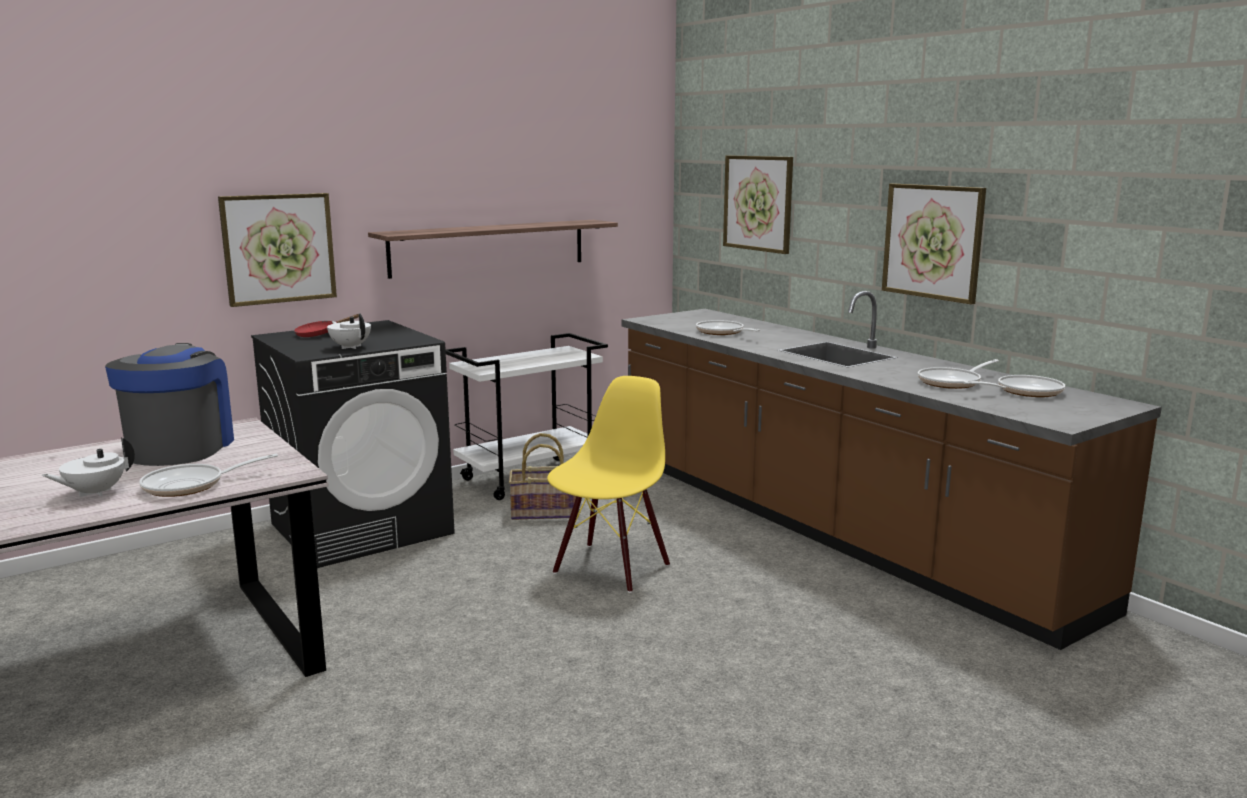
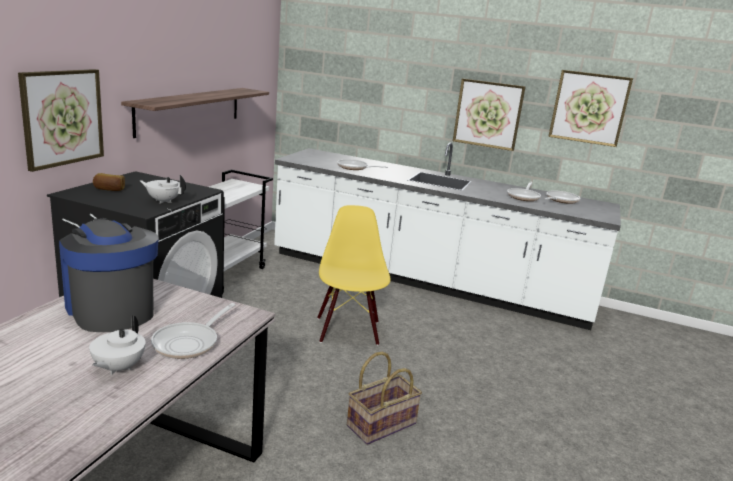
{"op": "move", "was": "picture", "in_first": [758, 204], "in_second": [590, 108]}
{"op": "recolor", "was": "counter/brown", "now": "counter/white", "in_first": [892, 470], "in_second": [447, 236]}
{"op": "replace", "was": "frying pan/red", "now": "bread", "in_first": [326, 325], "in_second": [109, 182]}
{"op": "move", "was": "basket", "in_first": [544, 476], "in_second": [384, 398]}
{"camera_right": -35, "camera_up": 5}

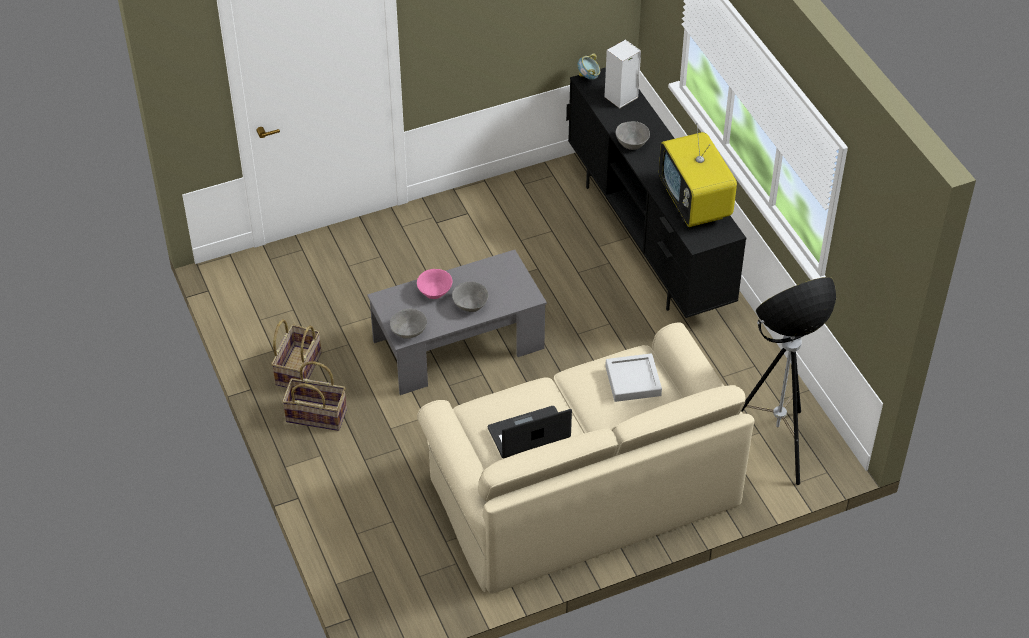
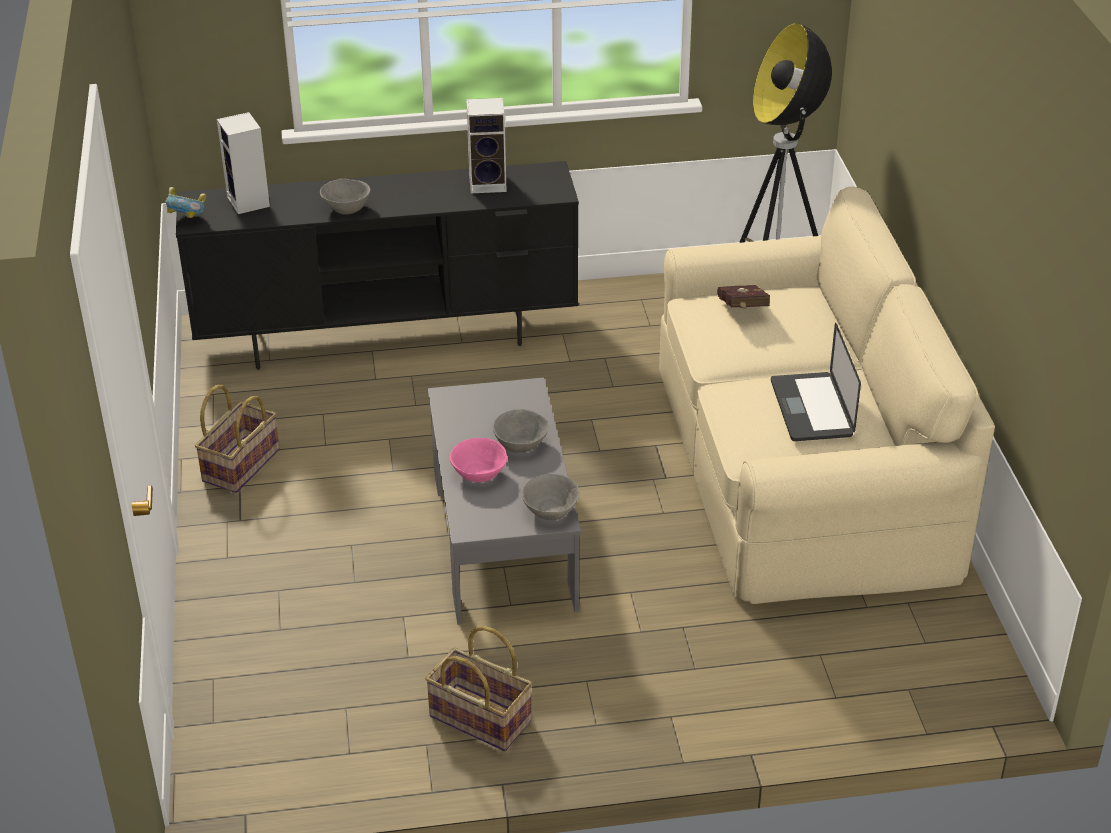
{"op": "replace", "was": "television", "now": "speaker", "in_first": [698, 175], "in_second": [486, 146]}
{"op": "replace", "was": "tray/grey", "now": "book/red", "in_first": [633, 377], "in_second": [743, 297]}
{"op": "move", "was": "basket", "in_first": [314, 396], "in_second": [237, 439]}
{"camera_right": -75, "camera_up": -10}

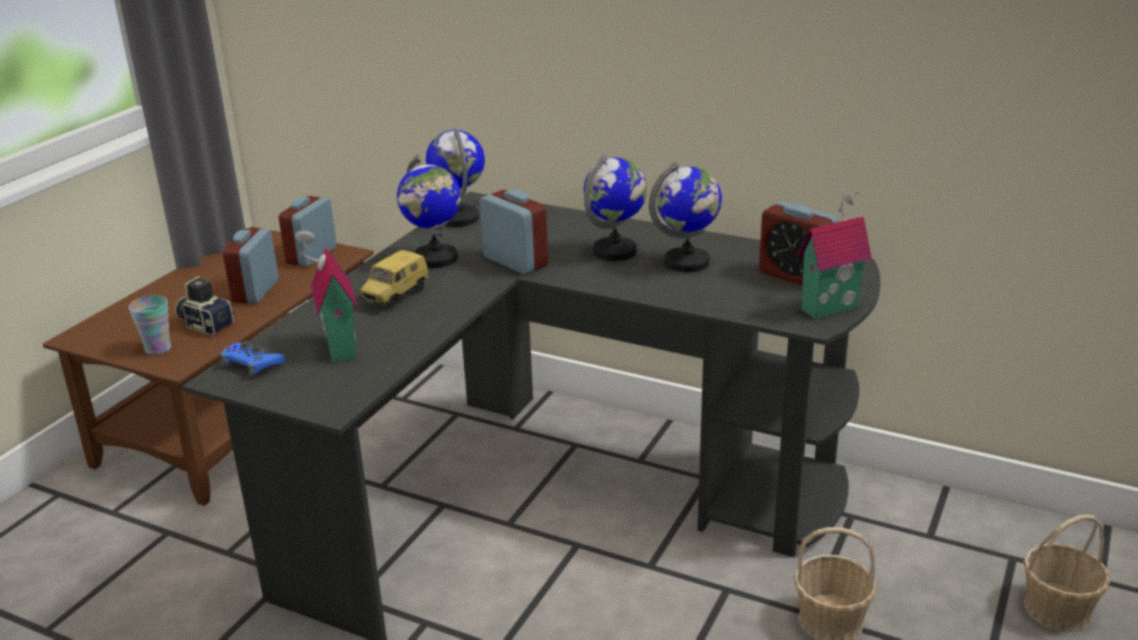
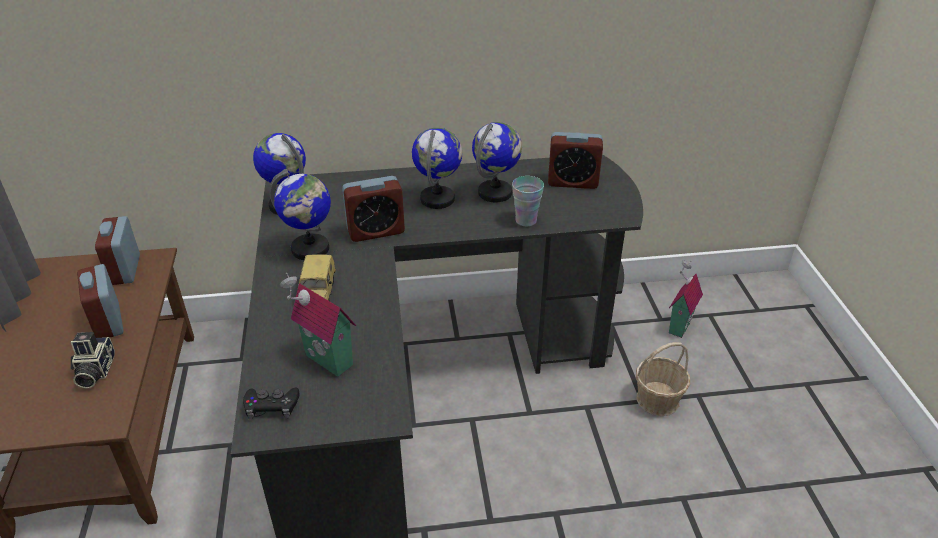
{"op": "move", "was": "toy house", "in_first": [834, 253], "in_second": [686, 299]}
{"op": "rotate", "was": "alarm clock", "in_first": [514, 231], "in_second": [373, 209], "clockwise": 150}
{"op": "rotate", "was": "photo camera", "in_first": [205, 305], "in_second": [93, 360], "clockwise": -90}
{"op": "move", "was": "cup", "in_first": [149, 325], "in_second": [528, 201]}
{"op": "recolor", "was": "game controller/blue", "now": "game controller/black", "in_first": [252, 358], "in_second": [271, 403]}
{"op": "delete", "was": "basket", "in_first": [1066, 573]}
{"camera_right": -35, "camera_up": 10}

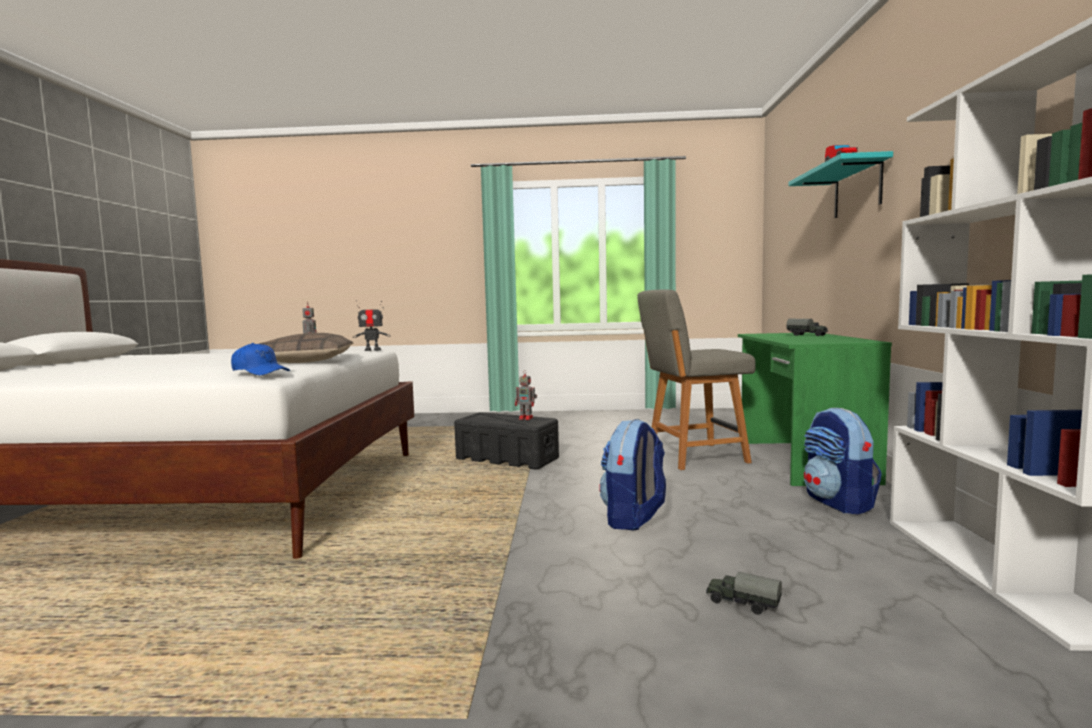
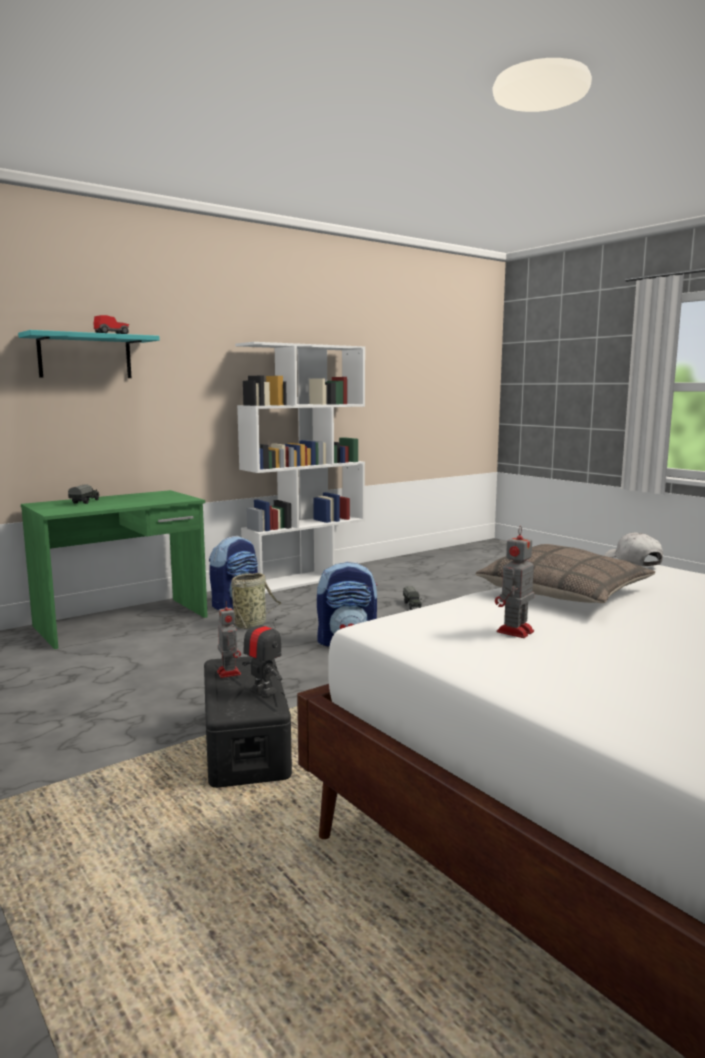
{"op": "delete", "was": "chair/grey", "in_first": [697, 379]}
{"op": "move", "was": "toy robot", "in_first": [372, 325], "in_second": [262, 654]}
{"op": "recolor", "was": "cap/blue", "now": "cap/white", "in_first": [260, 359], "in_second": [633, 549]}
{"op": "insert", "now": "basket", "in_second": [256, 601]}
{"camera_right": -130, "camera_up": 5}

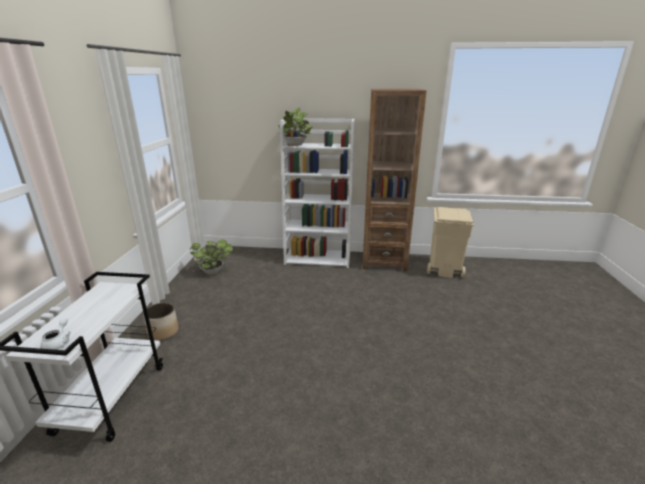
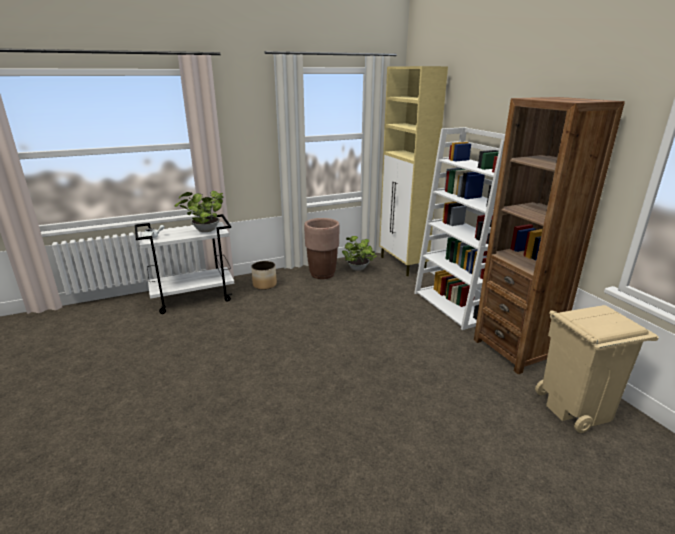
{"op": "move", "was": "potted plant", "in_first": [296, 126], "in_second": [199, 211]}
{"op": "insert", "now": "cabinet/beige", "in_second": [413, 171]}
{"op": "insert", "now": "planter/brown", "in_second": [322, 248]}
{"camera_right": 60, "camera_up": 0}

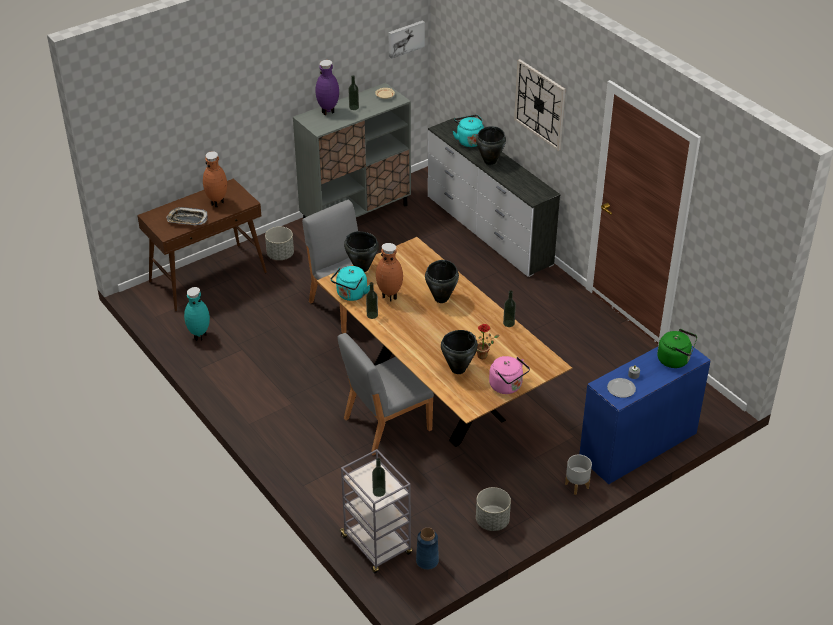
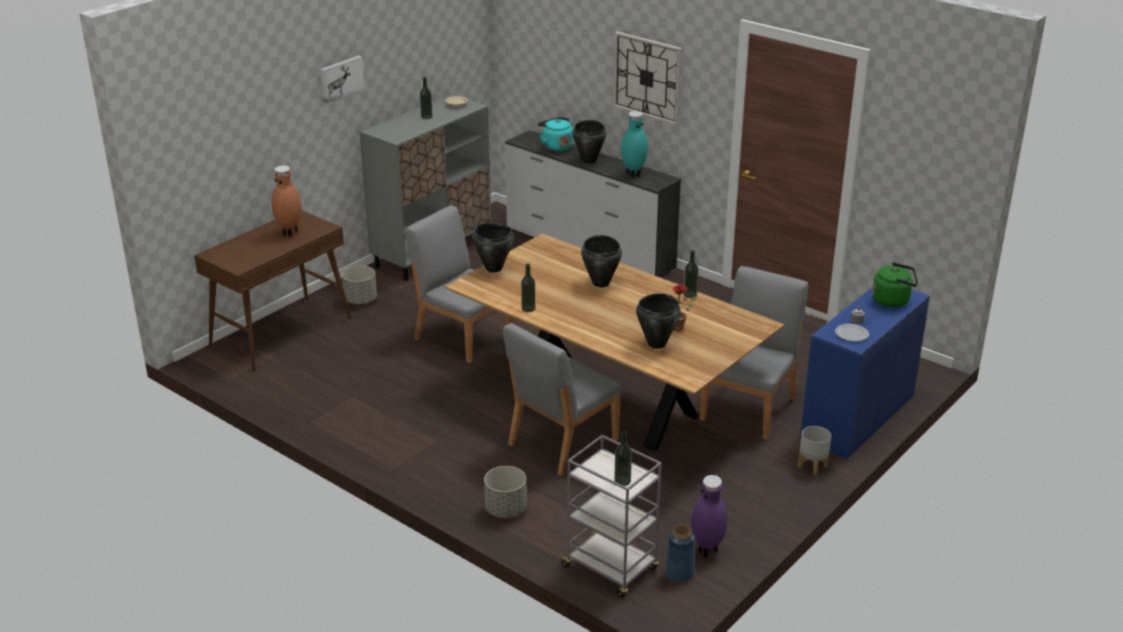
{"op": "move", "was": "picture", "in_first": [406, 39], "in_second": [342, 80]}
{"op": "move", "was": "vase/purple", "in_first": [327, 87], "in_second": [709, 516]}
{"op": "delete", "was": "tray", "in_first": [186, 216]}
{"op": "delete", "was": "vase/brown", "in_first": [389, 272]}
{"op": "delete", "was": "kettle/turquoise", "in_first": [350, 283]}
{"op": "move", "was": "vase/turquoise", "in_first": [197, 314], "in_second": [634, 144]}
{"op": "delete", "was": "kettle/pink", "in_first": [509, 375]}
{"op": "move", "was": "planter/grey", "in_first": [493, 509], "in_second": [505, 492]}
{"op": "insert", "now": "chair/grey", "in_second": [754, 353]}
{"camera_right": -15, "camera_up": -10}

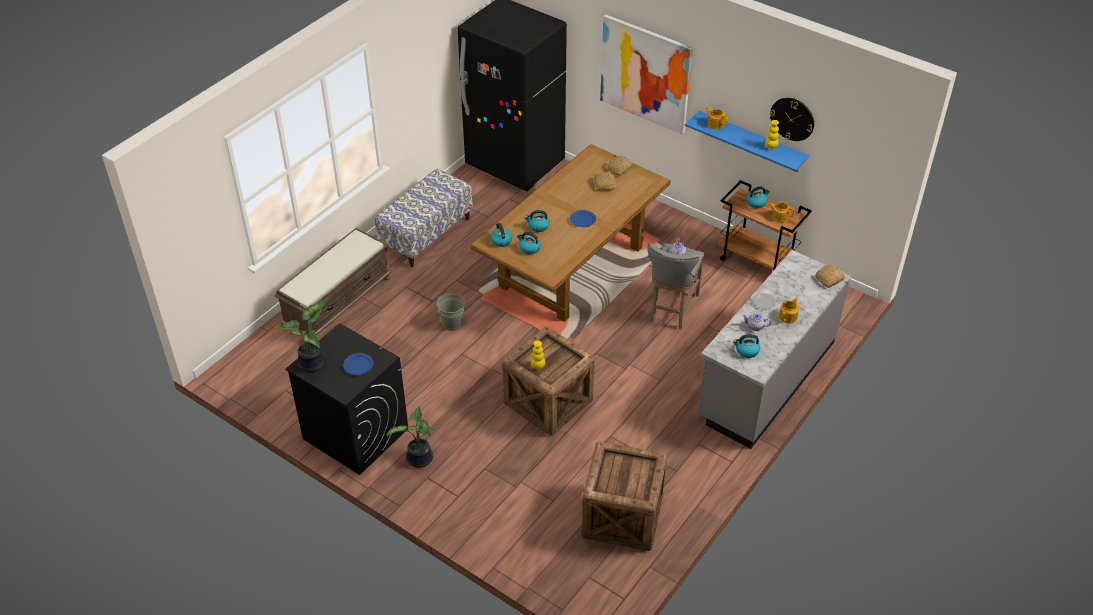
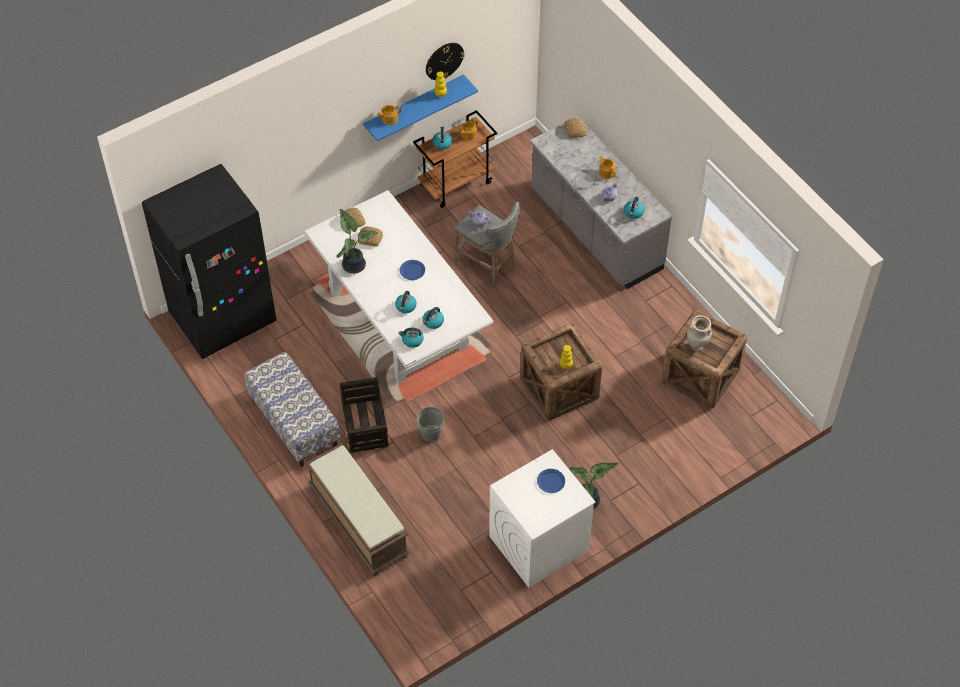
{"op": "delete", "was": "picture", "in_first": [646, 75]}
{"op": "recolor", "was": "dining table/brown", "now": "dining table/white", "in_first": [570, 233], "in_second": [398, 286]}
{"op": "move", "was": "potted plant", "in_first": [303, 335], "in_second": [357, 241]}
{"op": "recolor", "was": "washing machine/black", "now": "washing machine/white", "in_first": [346, 399], "in_second": [542, 518]}
{"op": "insert", "now": "vase/beige", "in_second": [699, 333]}
{"op": "insert", "now": "crate", "in_second": [364, 415]}
{"camera_right": -70, "camera_up": 10}

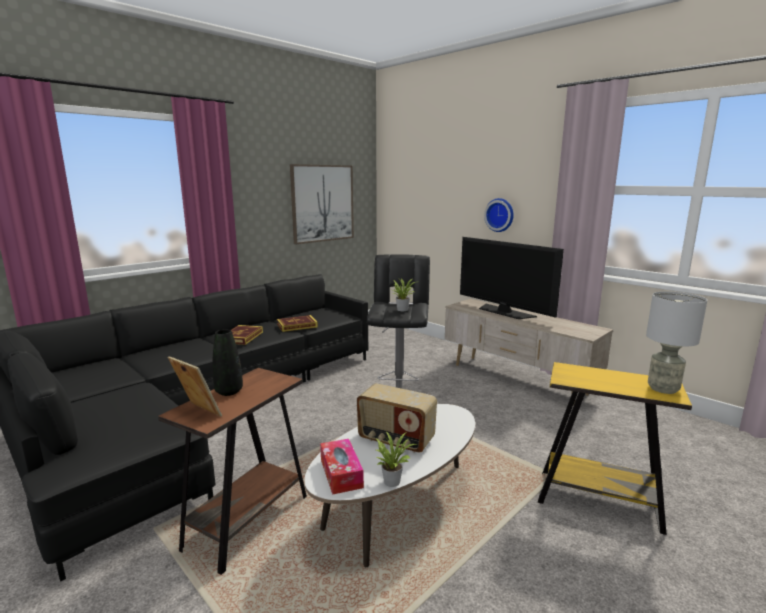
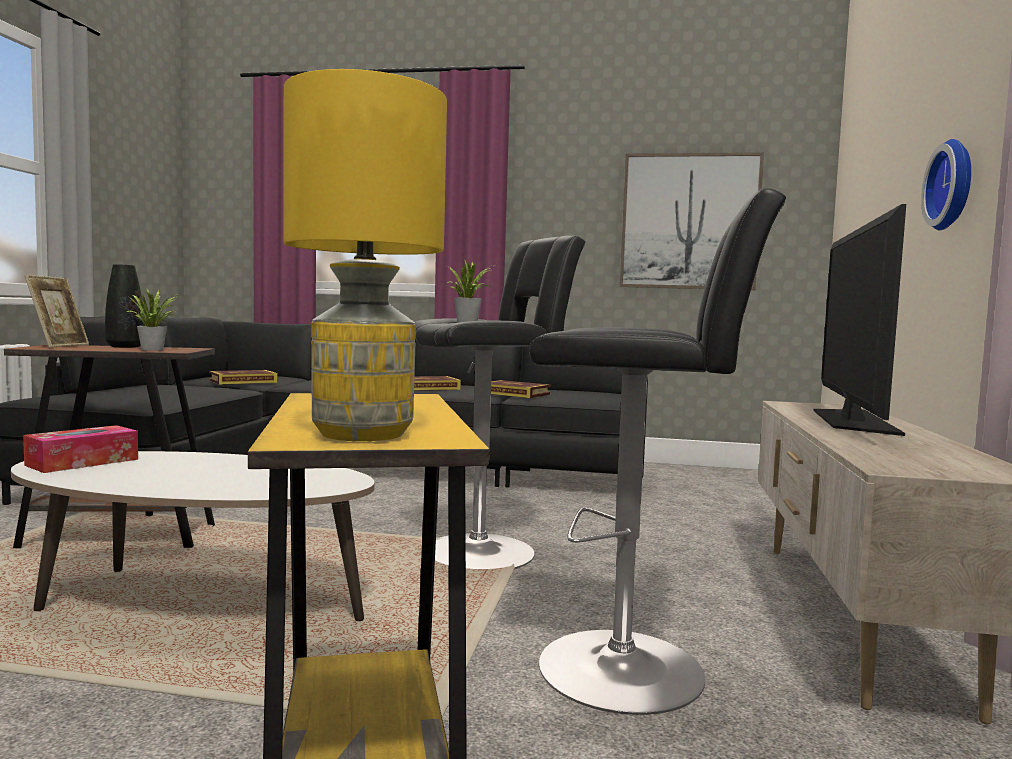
{"op": "recolor", "was": "table lamp/grey", "now": "table lamp/yellow", "in_first": [676, 342], "in_second": [365, 255]}
{"op": "delete", "was": "radio", "in_first": [397, 418]}
{"op": "move", "was": "potted plant", "in_first": [396, 459], "in_second": [154, 320]}
{"op": "insert", "now": "stool/black", "in_second": [657, 451]}
{"op": "insert", "now": "book", "in_second": [243, 377]}
{"camera_right": 55, "camera_up": -10}

